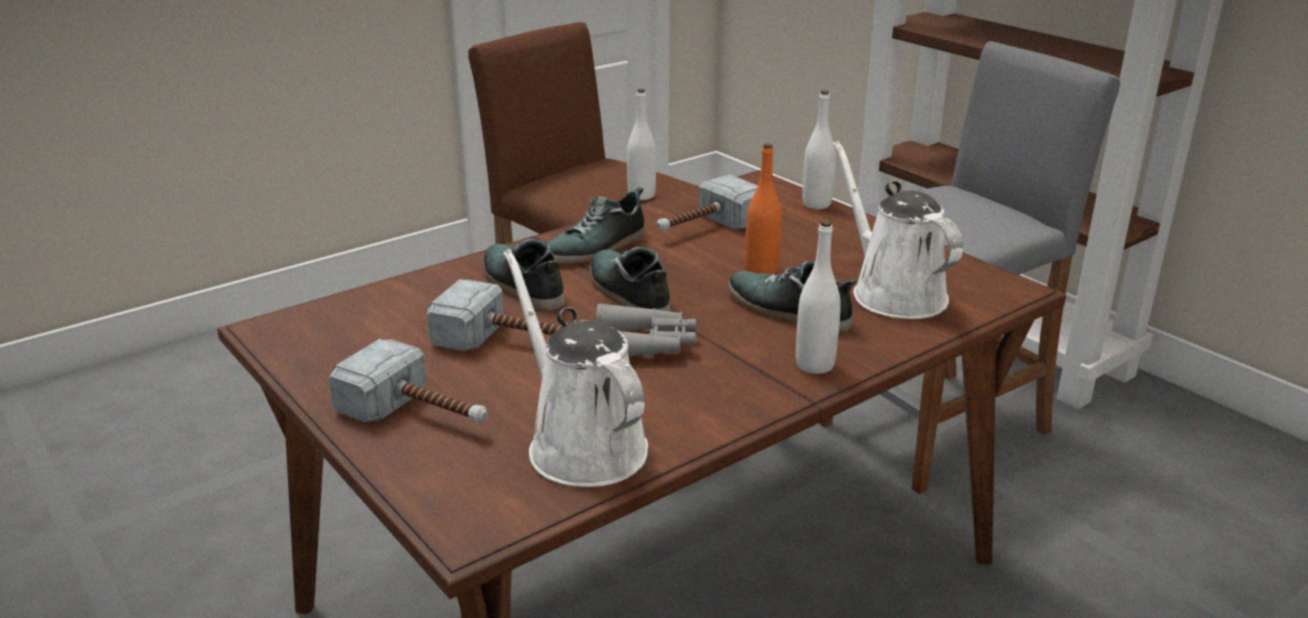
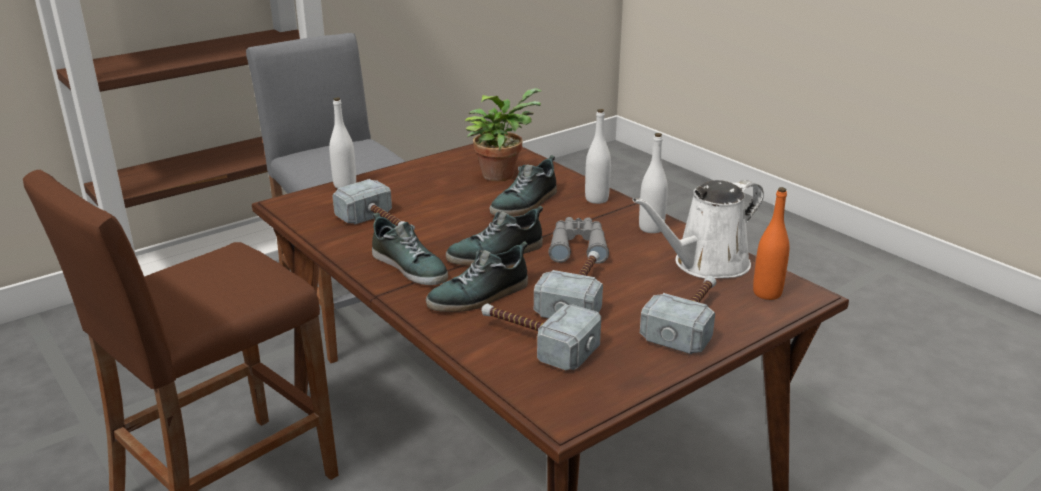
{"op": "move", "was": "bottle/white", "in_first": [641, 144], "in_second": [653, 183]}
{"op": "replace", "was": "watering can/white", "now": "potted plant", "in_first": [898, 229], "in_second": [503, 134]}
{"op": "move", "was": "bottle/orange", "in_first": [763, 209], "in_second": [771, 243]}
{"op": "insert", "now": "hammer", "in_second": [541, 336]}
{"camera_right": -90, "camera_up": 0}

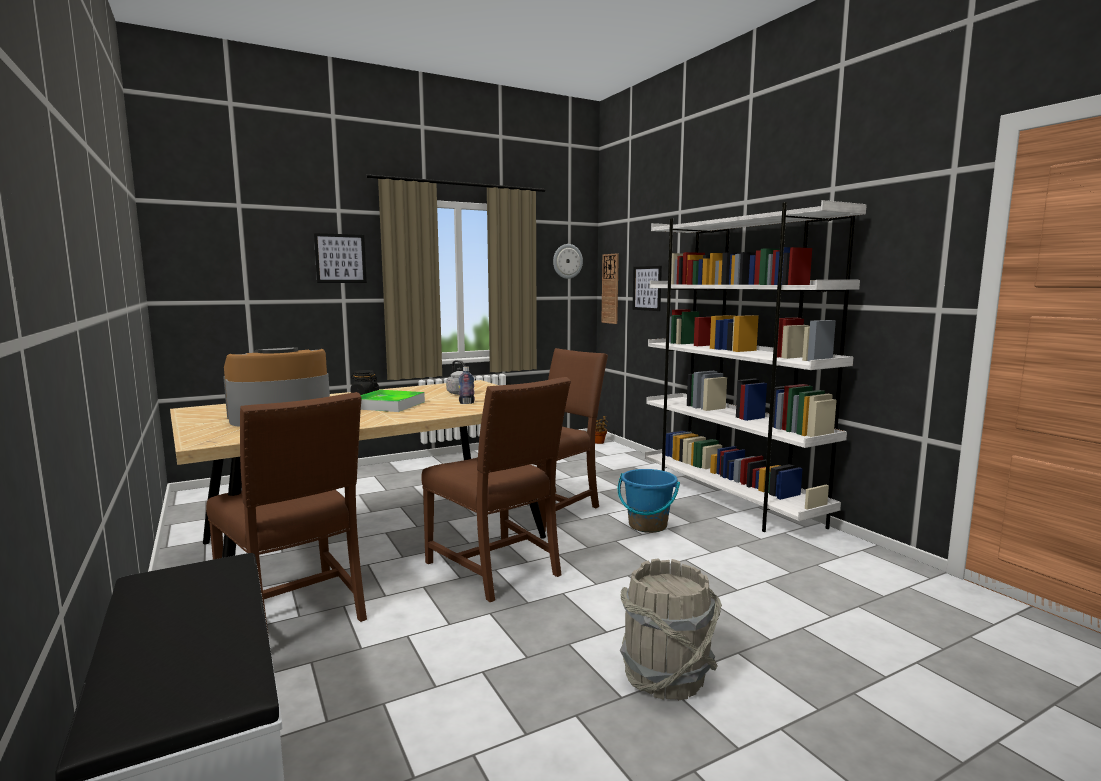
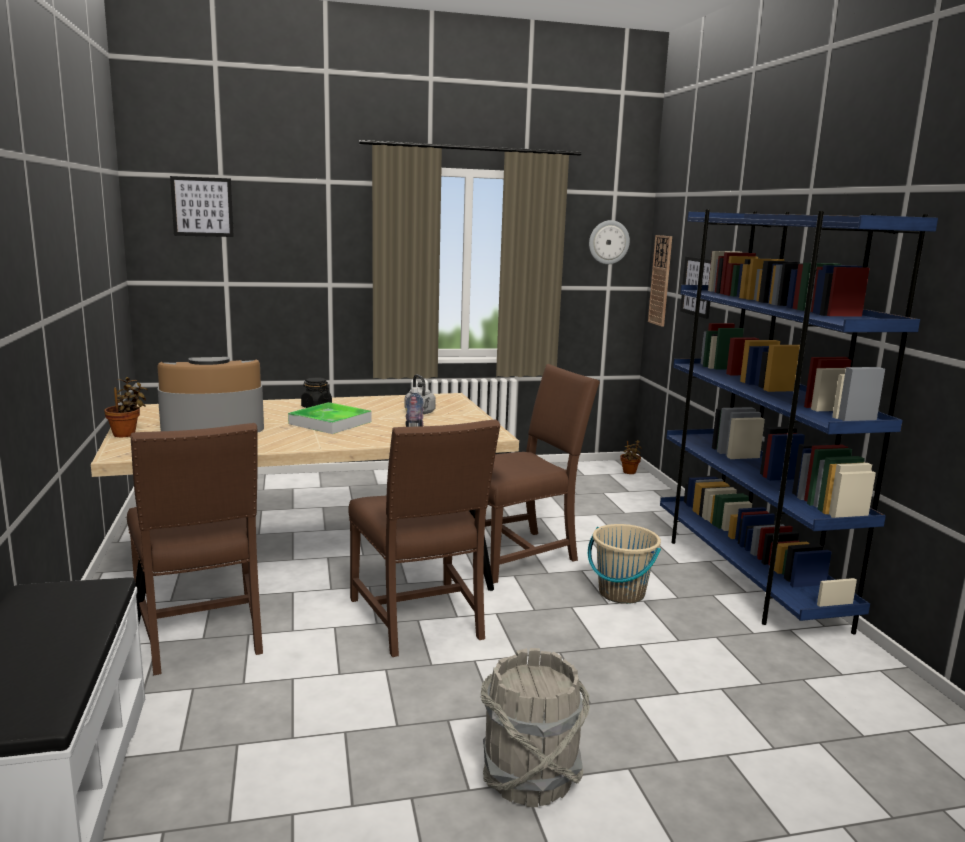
{"op": "recolor", "was": "bookcase/white", "now": "bookcase/blue", "in_first": [756, 366], "in_second": [799, 422]}
{"op": "move", "was": "picture", "in_first": [340, 258], "in_second": [202, 206]}
{"op": "recolor", "was": "bucket/blue", "now": "bucket/beige", "in_first": [649, 501], "in_second": [624, 564]}
{"op": "insert", "now": "potted plant", "in_second": [126, 407]}
{"camera_right": 15, "camera_up": 5}

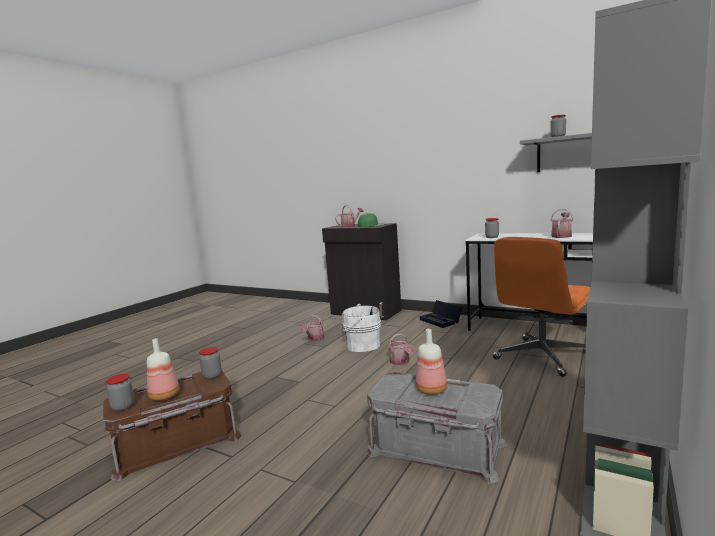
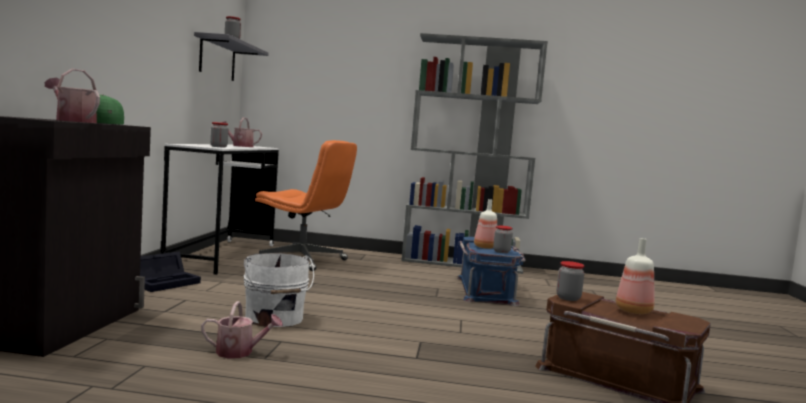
{"op": "delete", "was": "watering can", "in_first": [401, 349]}
{"op": "recolor", "was": "storage box/grey", "now": "storage box/blue", "in_first": [437, 428], "in_second": [491, 271]}
{"op": "move", "was": "jar", "in_first": [120, 392], "in_second": [503, 239]}
{"camera_right": -115, "camera_up": -5}

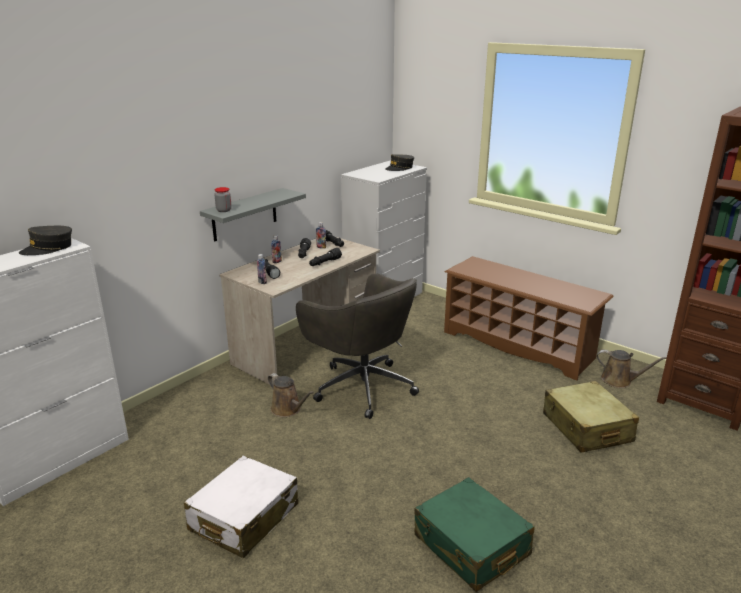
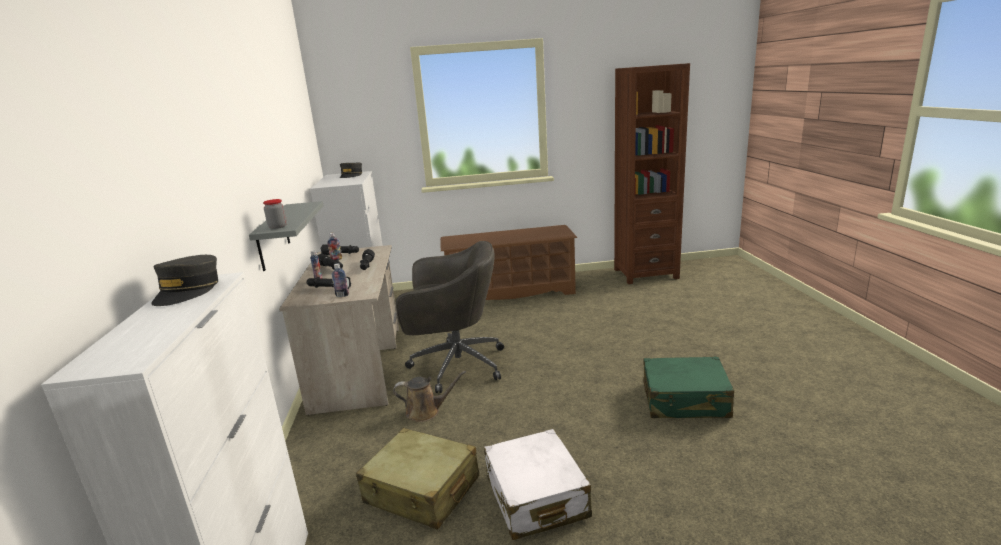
{"op": "delete", "was": "watering can/brown", "in_first": [632, 369]}
{"op": "move", "was": "suitcase/beige", "in_first": [591, 416], "in_second": [417, 479]}
{"camera_right": -45, "camera_up": -5}

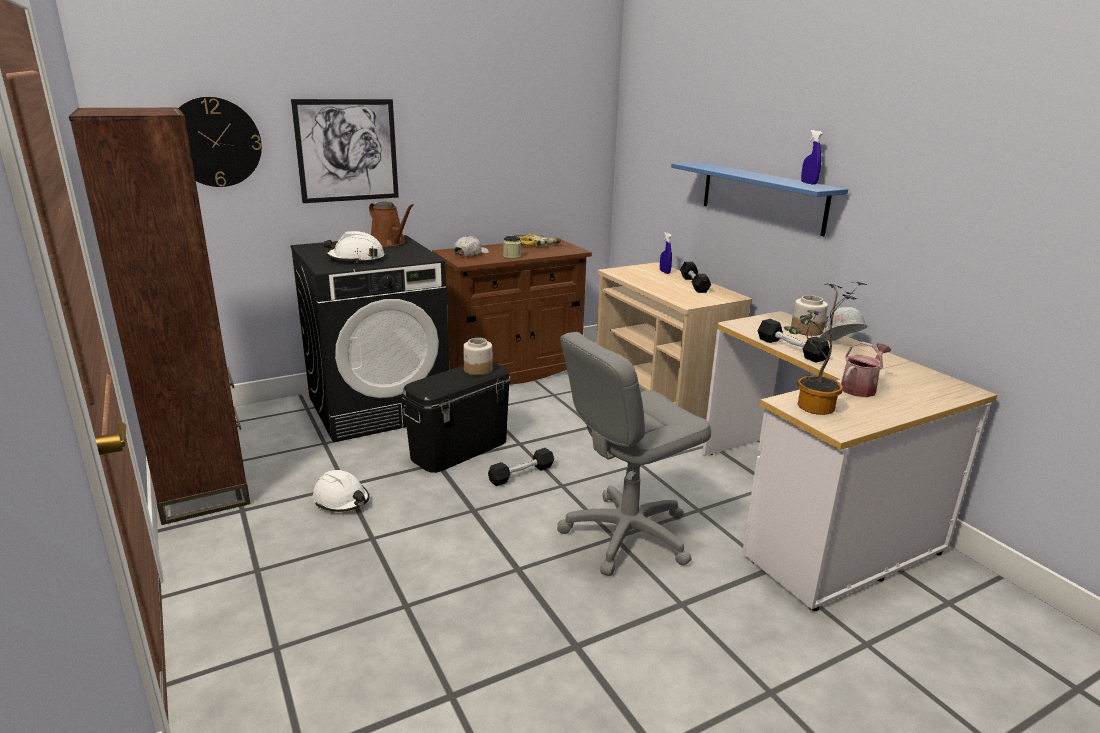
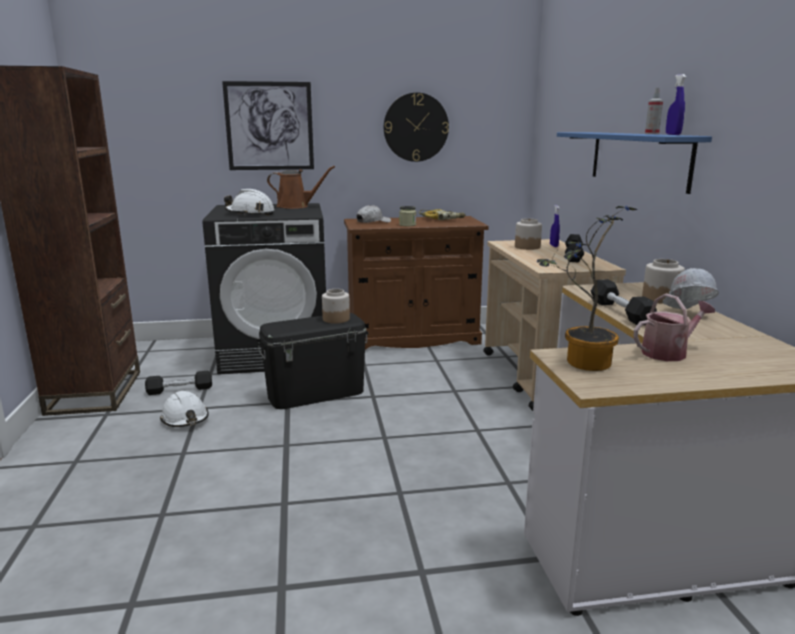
{"op": "move", "was": "wall clock", "in_first": [220, 142], "in_second": [416, 127]}
{"op": "rotate", "was": "watering can/brown", "in_first": [391, 224], "in_second": [301, 187], "clockwise": -60}
{"op": "delete", "was": "office chair/grey", "in_first": [634, 454]}
{"op": "move", "was": "dumbbell/black", "in_first": [521, 467], "in_second": [178, 383]}
{"op": "insert", "now": "spray bottle", "in_second": [654, 111]}
{"op": "insert", "now": "jar", "in_second": [528, 234]}
{"camera_right": 20, "camera_up": -5}

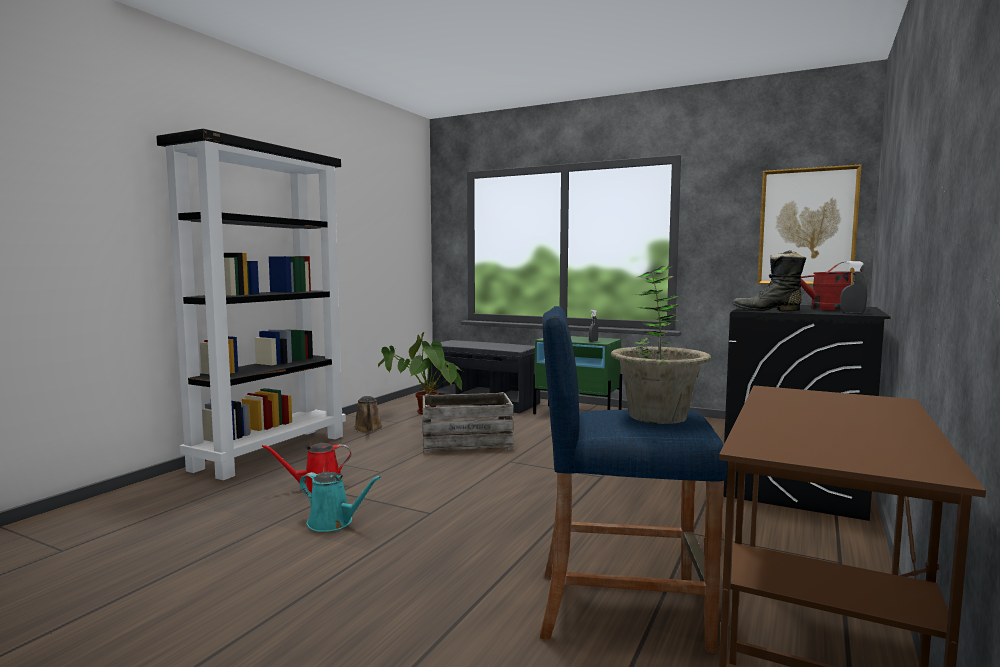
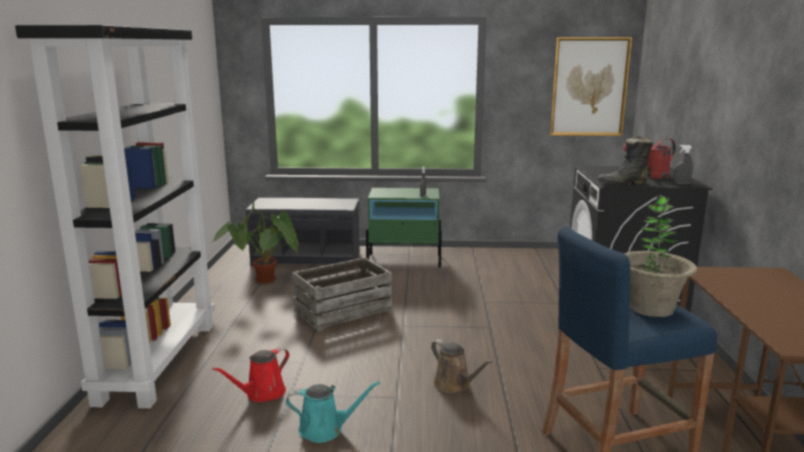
{"op": "move", "was": "watering can/brown", "in_first": [368, 414], "in_second": [462, 366]}
{"camera_right": -25, "camera_up": 10}

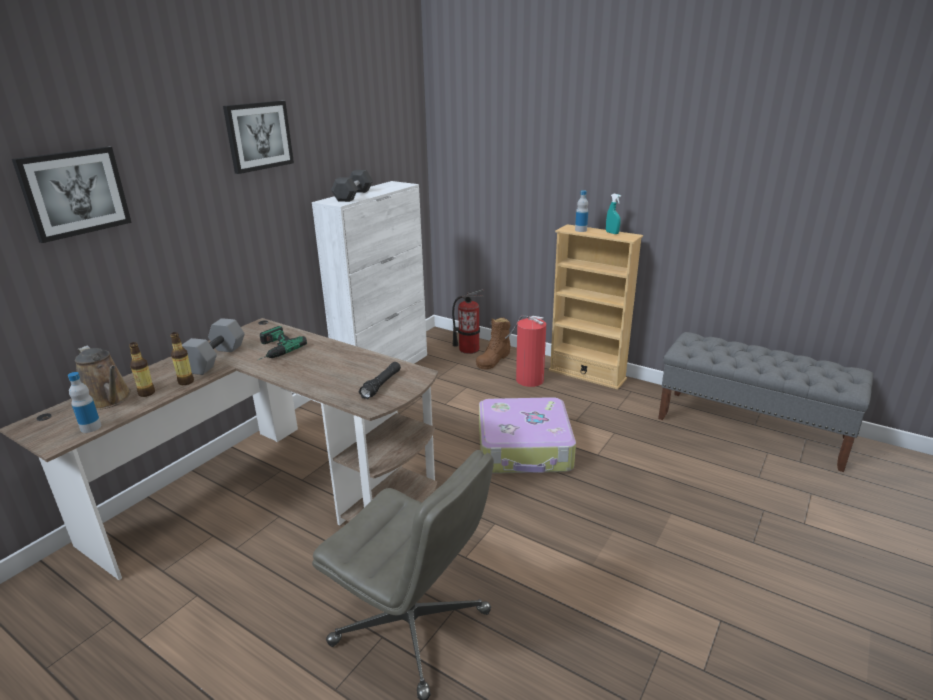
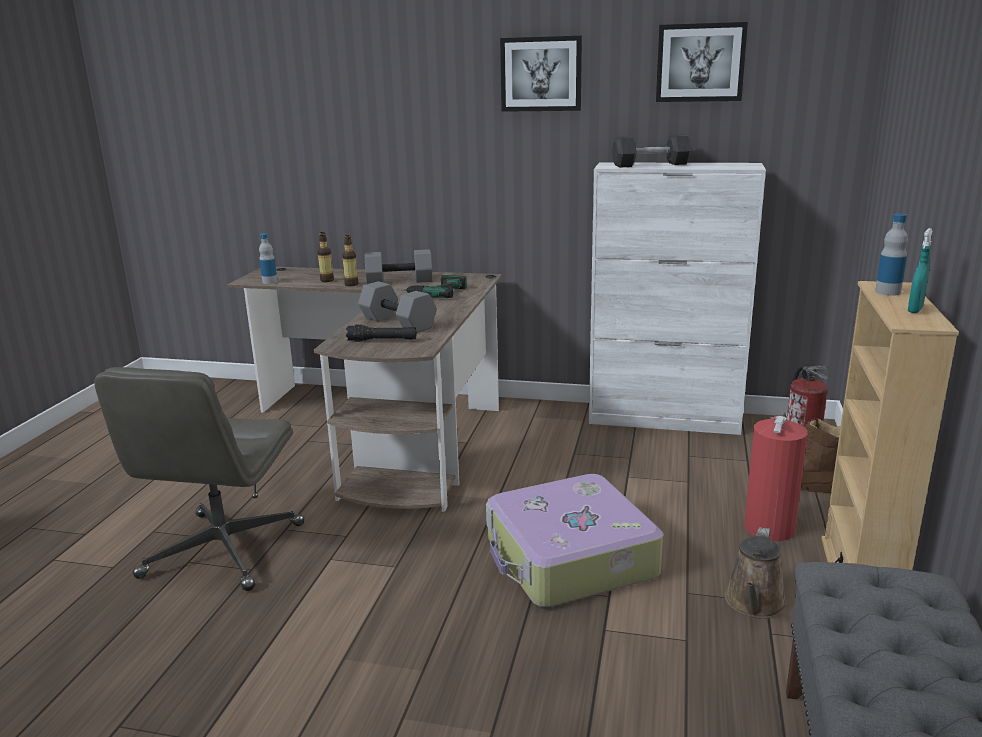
{"op": "move", "was": "picture", "in_first": [72, 195], "in_second": [702, 62]}
{"op": "move", "was": "watering can/brown", "in_first": [103, 378], "in_second": [755, 573]}
{"op": "insert", "now": "dumbbell/grey", "in_second": [397, 307]}
{"camera_right": 70, "camera_up": -5}

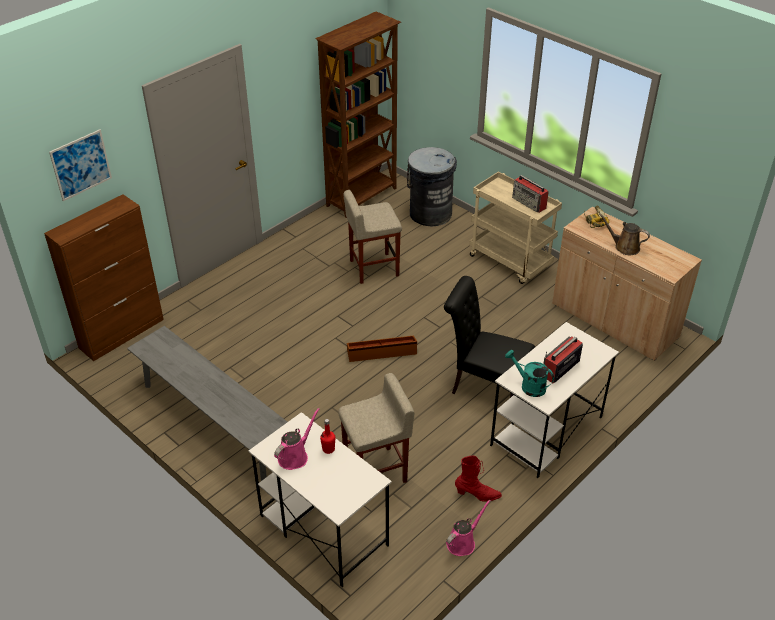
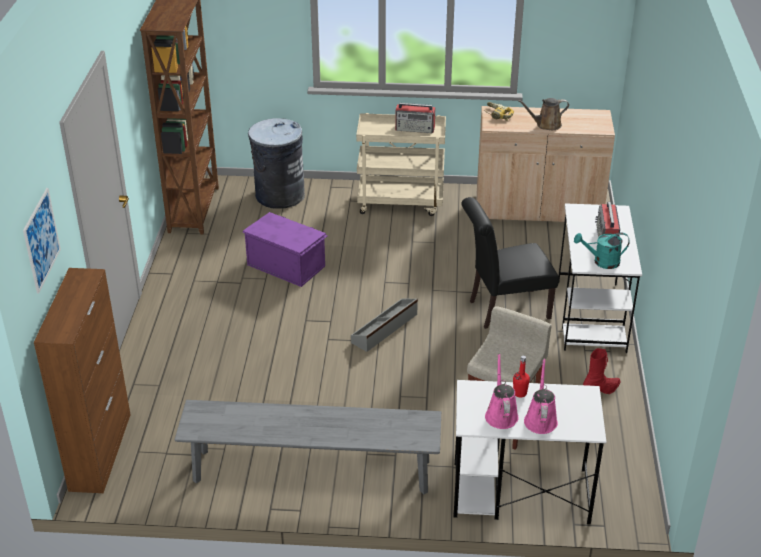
{"op": "replace", "was": "stool/beige", "now": "storage box/purple", "in_first": [373, 237], "in_second": [285, 249]}
{"op": "recolor", "was": "storage box/brown", "now": "storage box/grey", "in_first": [382, 349], "in_second": [384, 325]}
{"op": "move", "was": "watering can/pink", "in_first": [468, 527], "in_second": [541, 396]}
{"camera_right": -40, "camera_up": -5}

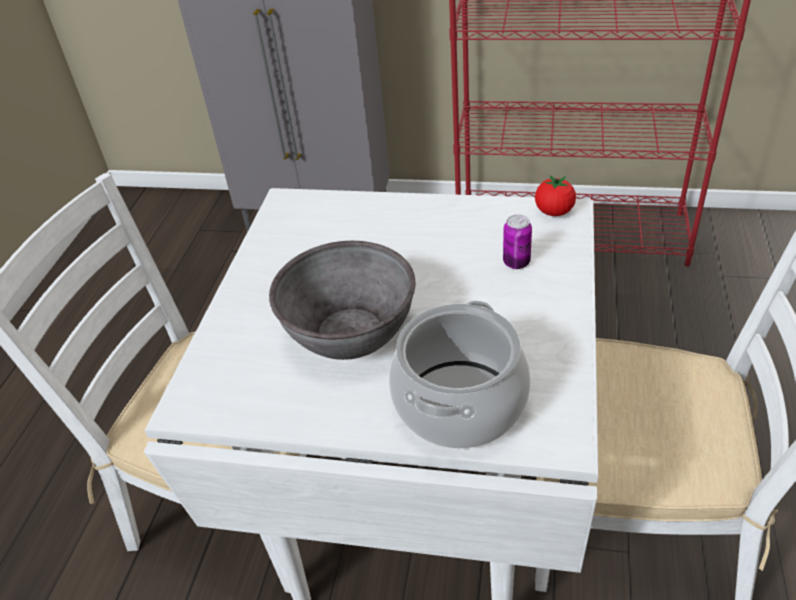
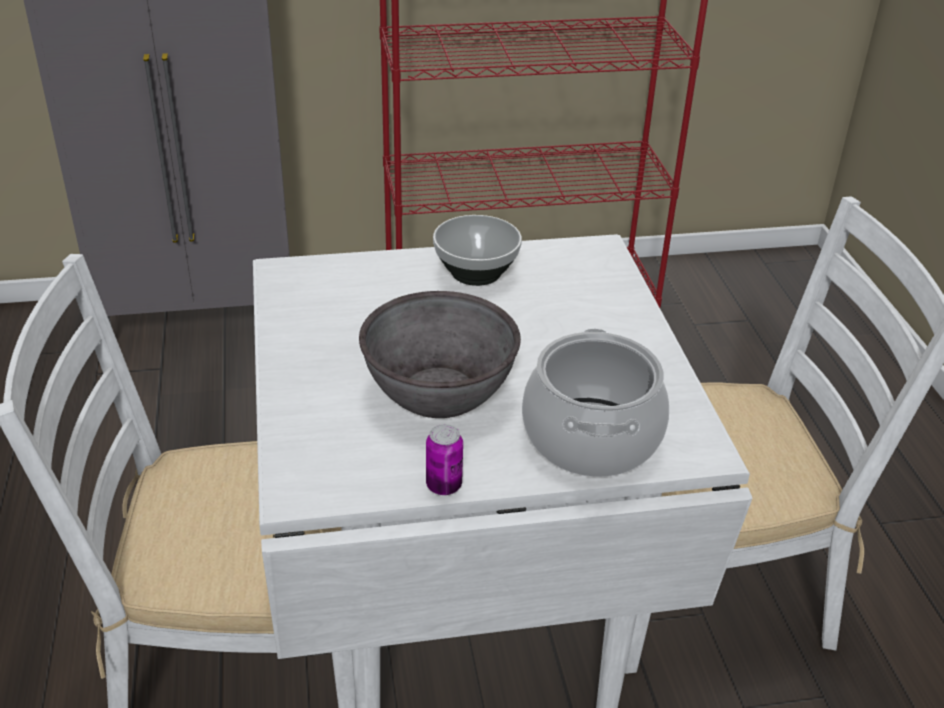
{"op": "delete", "was": "tomato", "in_first": [555, 195]}
{"op": "move", "was": "can", "in_first": [517, 242], "in_second": [444, 459]}
{"op": "insert", "now": "bowl", "in_second": [477, 250]}
{"camera_right": -25, "camera_up": -5}

